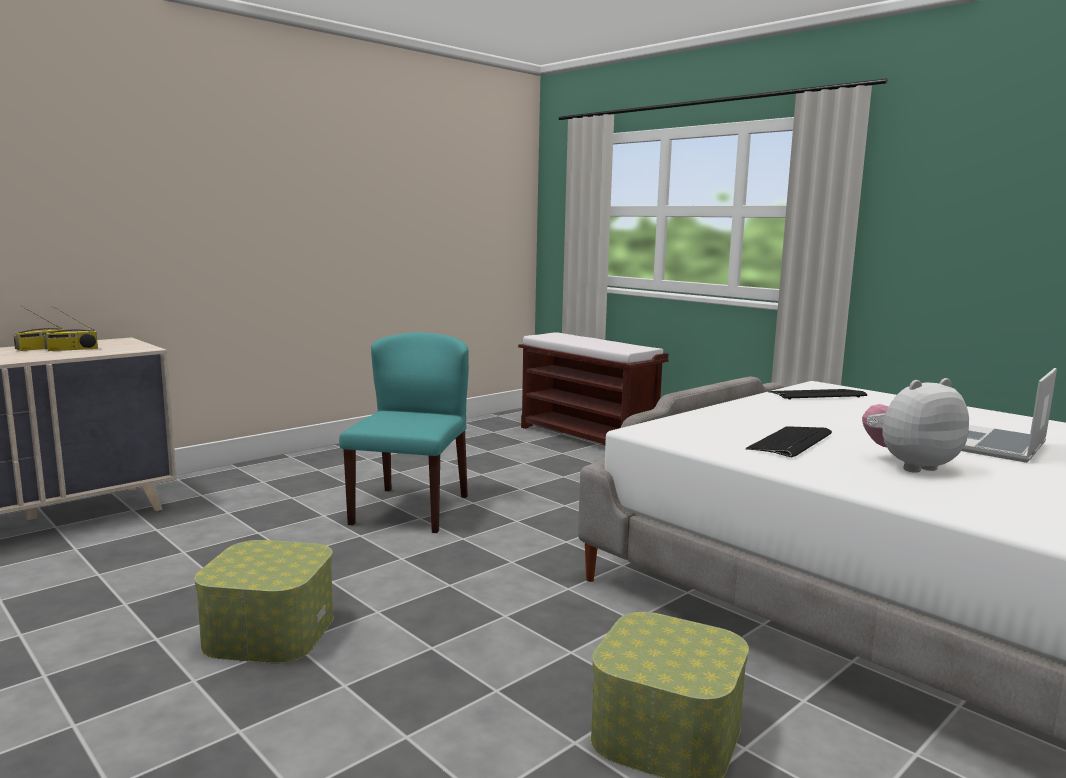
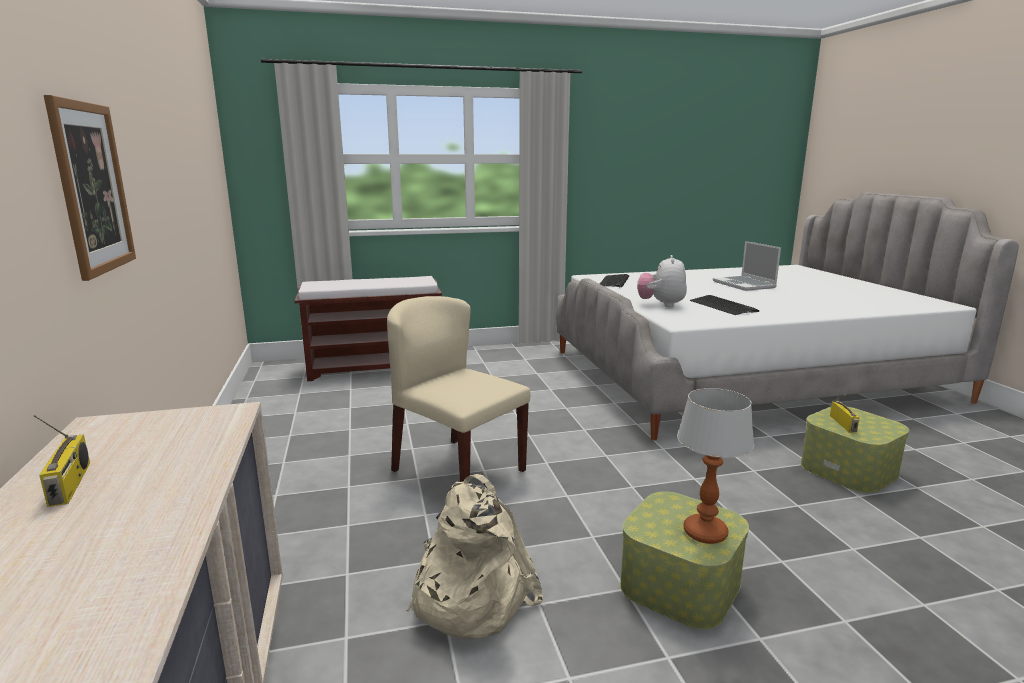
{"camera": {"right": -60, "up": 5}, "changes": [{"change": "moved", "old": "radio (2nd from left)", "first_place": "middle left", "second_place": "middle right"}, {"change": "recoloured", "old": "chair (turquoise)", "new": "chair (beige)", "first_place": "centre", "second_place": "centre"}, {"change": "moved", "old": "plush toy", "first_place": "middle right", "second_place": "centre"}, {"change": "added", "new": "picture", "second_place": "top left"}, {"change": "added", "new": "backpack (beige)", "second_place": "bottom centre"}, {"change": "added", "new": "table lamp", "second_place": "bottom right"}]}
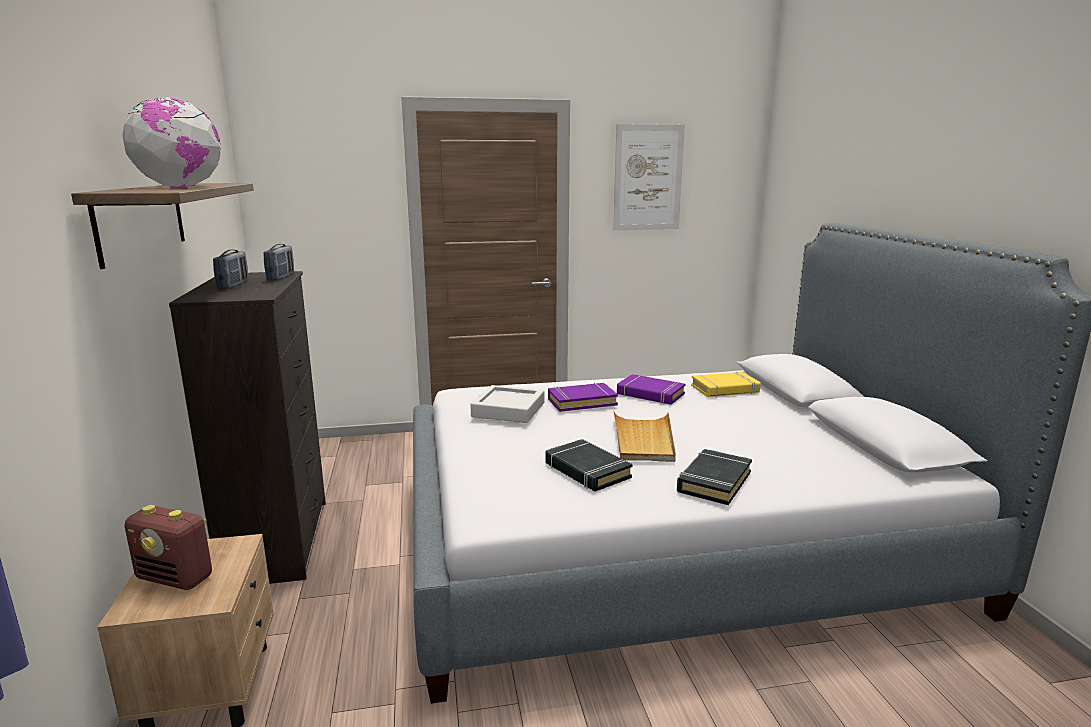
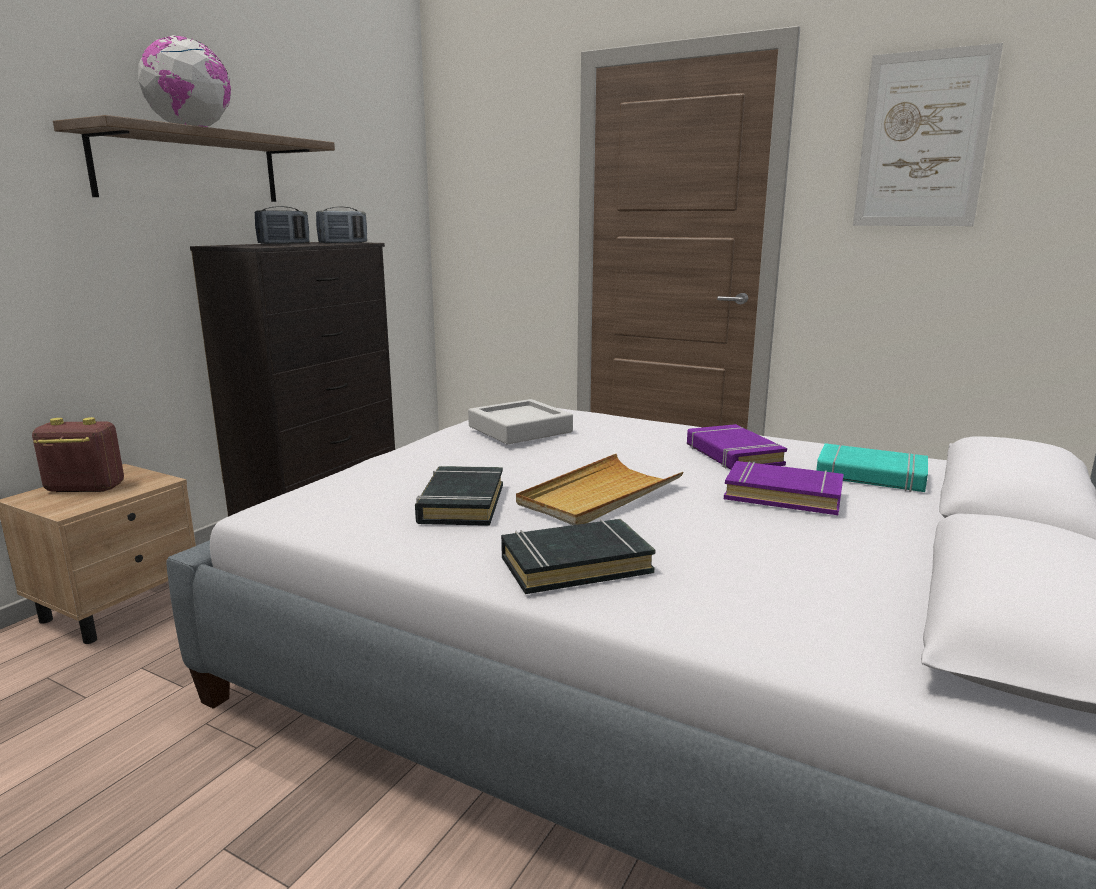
{"camera": {"right": 40, "up": 0}, "changes": [{"change": "turned", "old": "radio (1st from left)", "first_place": "bottom left", "second_place": "middle left", "degrees": 120}, {"change": "moved", "old": "book (purple) (1st from left in the first image)", "new": "book (purple) (2nd from left)", "first_place": "centre", "second_place": "middle right"}, {"change": "recoloured", "old": "book (yellow)", "new": "book (turquoise)", "first_place": "centre", "second_place": "middle right"}]}
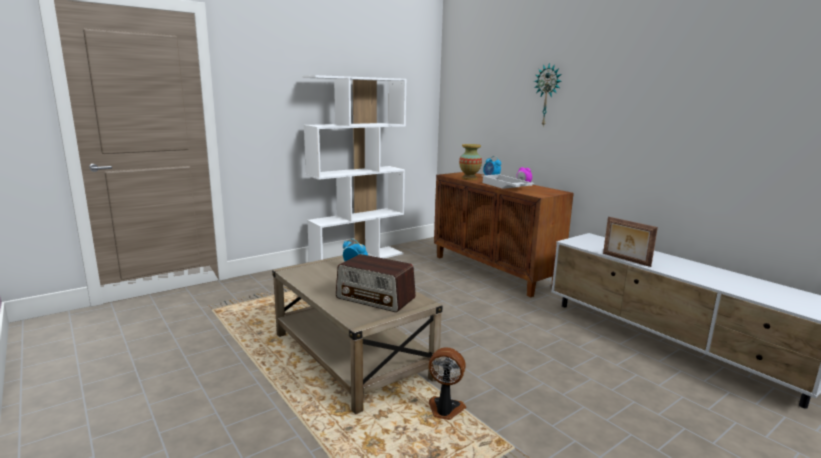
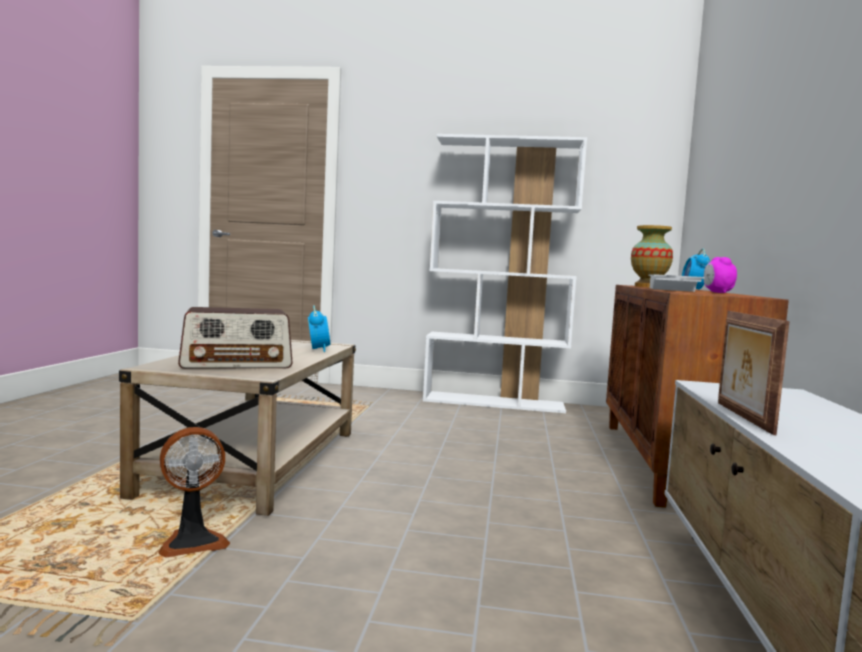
{"camera": {"right": 45, "up": -10}, "changes": [{"change": "turned", "old": "radio", "first_place": "centre", "second_place": "middle left", "degrees": -90}, {"change": "turned", "old": "fan", "first_place": "bottom centre", "second_place": "bottom left", "degrees": 90}, {"change": "removed", "old": "wall clock", "first_place": "top centre"}]}
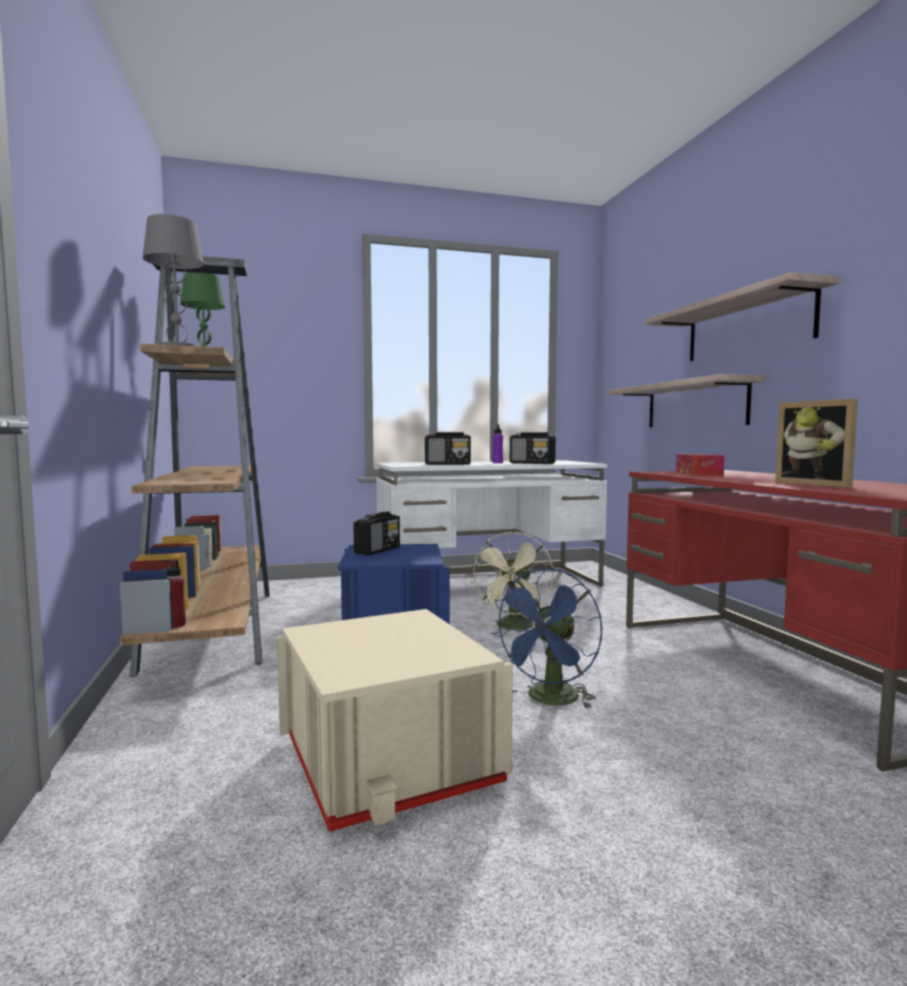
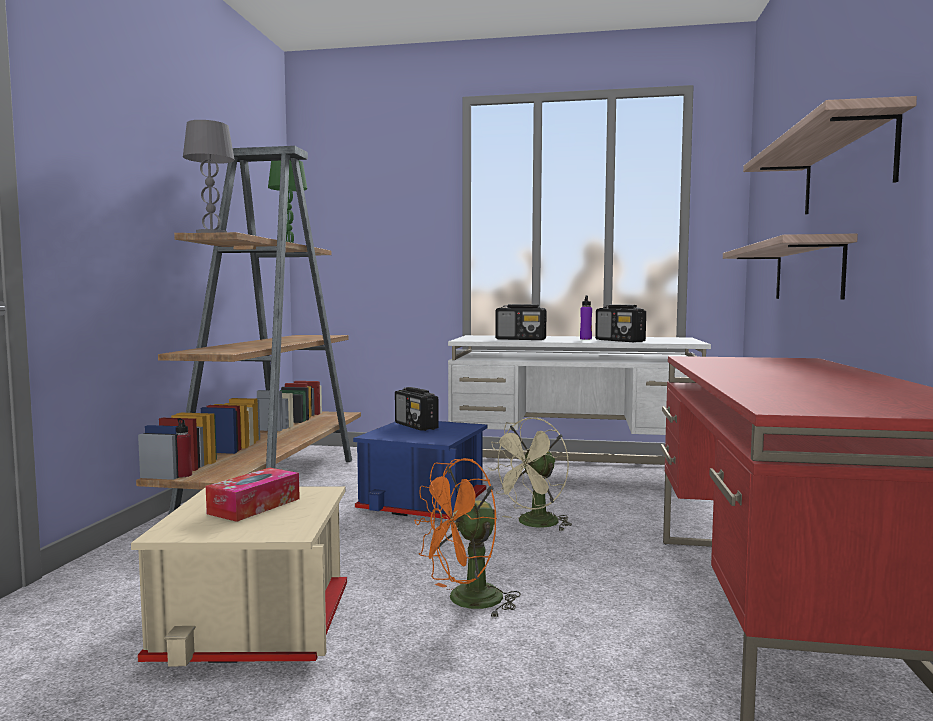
{"camera": {"right": 25, "up": 0}, "changes": [{"change": "turned", "old": "radio (1st from left)", "first_place": "centre", "second_place": "centre", "degrees": 90}, {"change": "recoloured", "old": "fan (blue)", "new": "fan (orange)", "first_place": "centre", "second_place": "bottom centre"}, {"change": "moved", "old": "tissue box", "first_place": "middle right", "second_place": "bottom left"}, {"change": "removed", "old": "picture frame", "first_place": "middle right"}]}
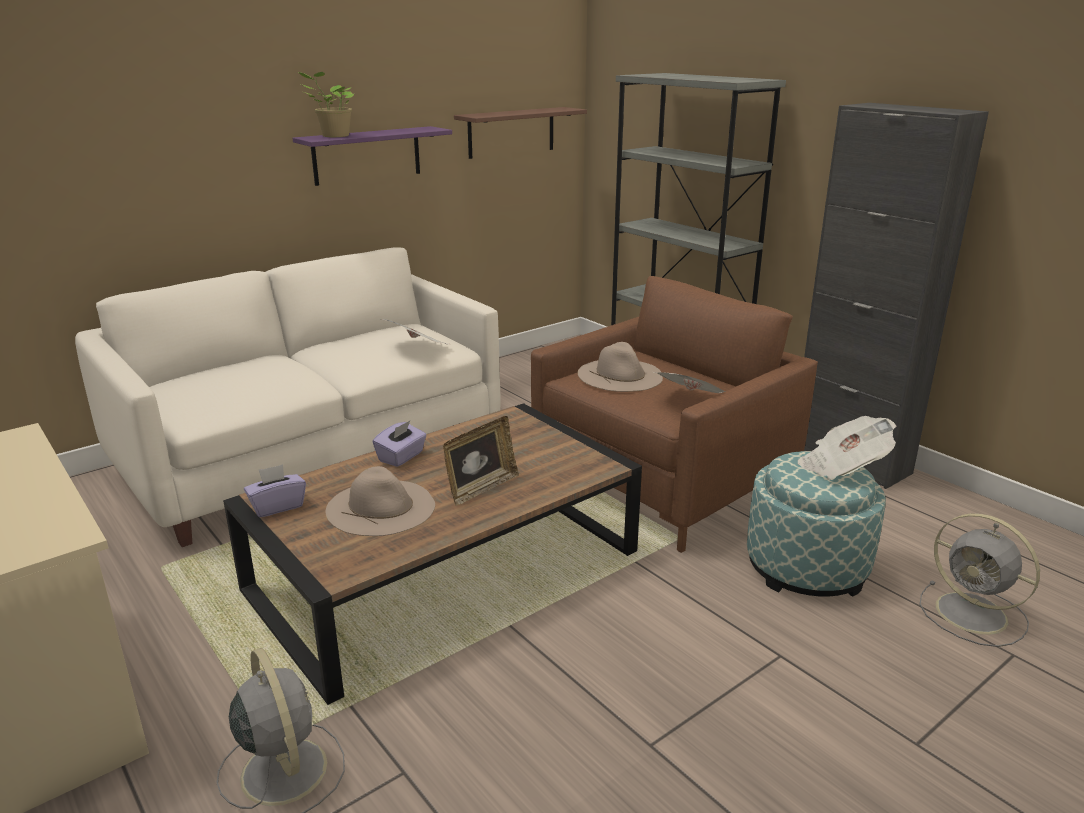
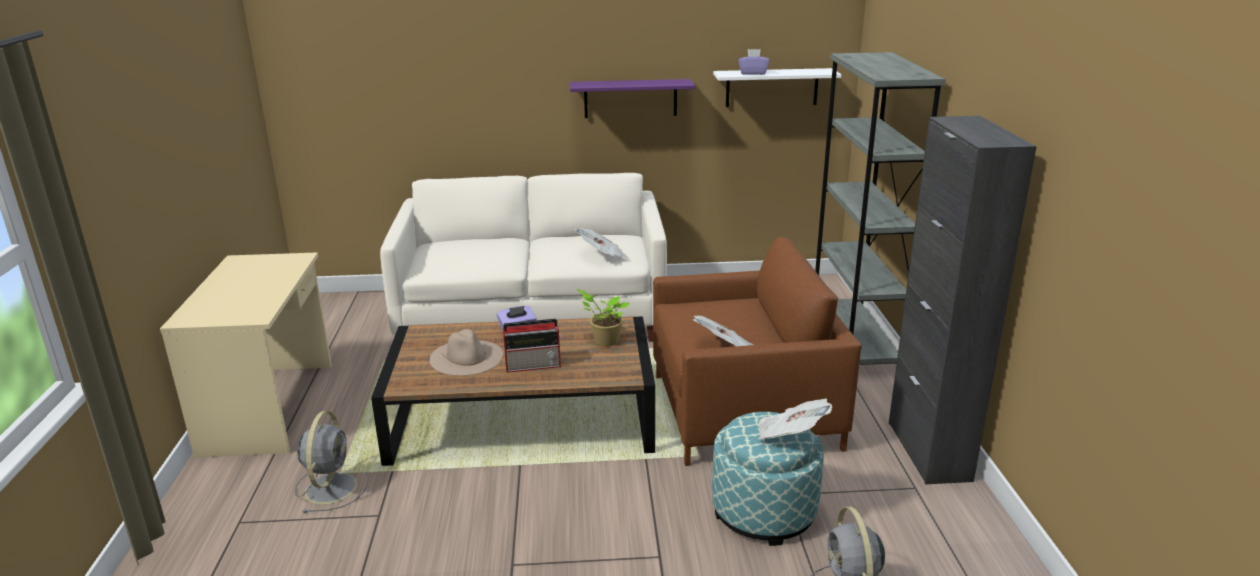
{"camera": {"right": 35, "up": 0}, "changes": [{"change": "moved", "old": "tissue box (purple) (1st from left in the first image)", "new": "tissue box (purple) (2nd from left)", "first_place": "middle left", "second_place": "top centre"}, {"change": "moved", "old": "potted plant", "first_place": "top left", "second_place": "centre"}, {"change": "replaced", "old": "picture frame", "new": "radio", "first_place": "centre", "second_place": "centre"}, {"change": "recoloured", "old": "shelf (brown)", "new": "shelf (white)", "first_place": "top centre", "second_place": "top centre"}, {"change": "removed", "old": "hat (beige) (2nd from left)", "first_place": "centre"}]}
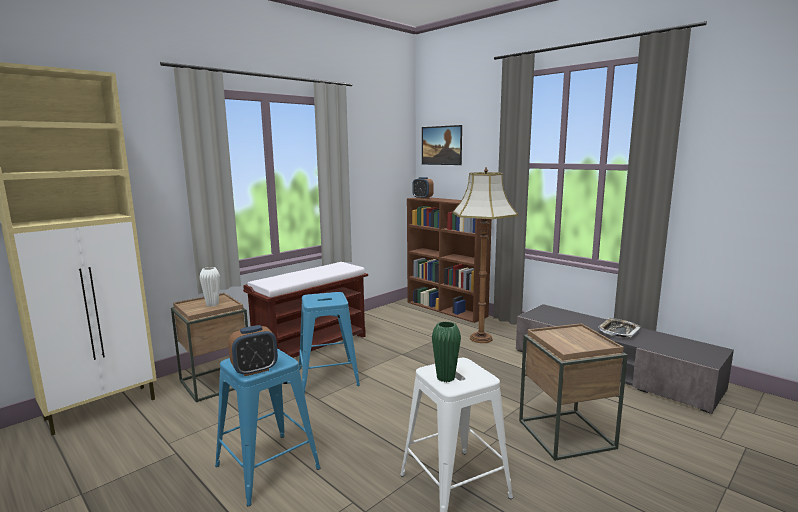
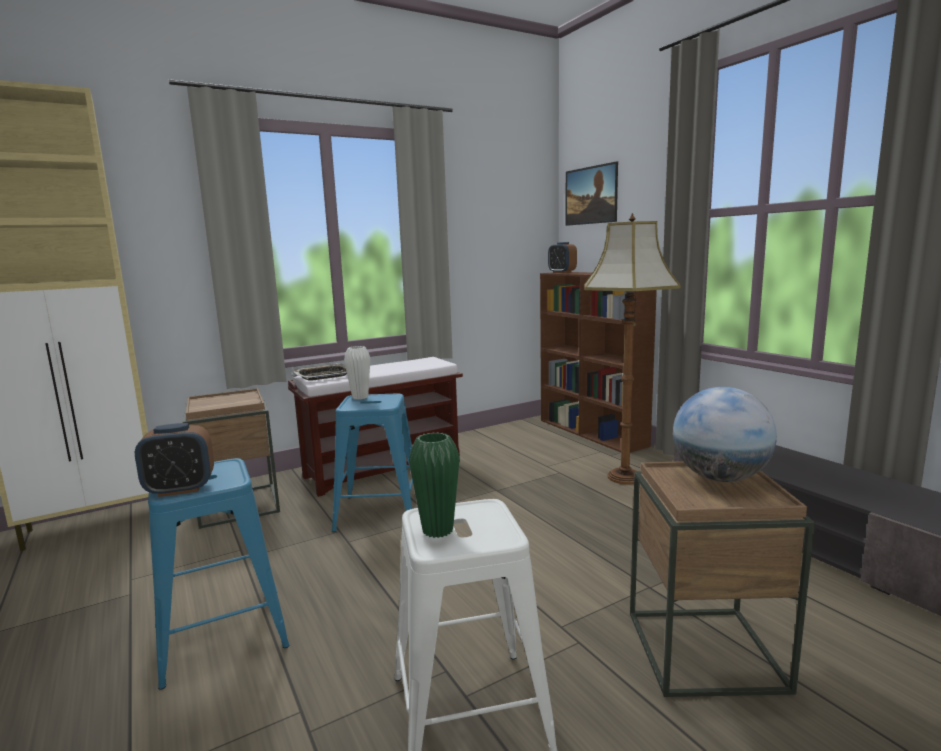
{"camera": {"right": 15, "up": 0}, "changes": [{"change": "moved", "old": "vase (white)", "first_place": "middle left", "second_place": "centre"}, {"change": "moved", "old": "tray", "first_place": "middle right", "second_place": "centre"}, {"change": "added", "new": "globe", "second_place": "middle right"}]}
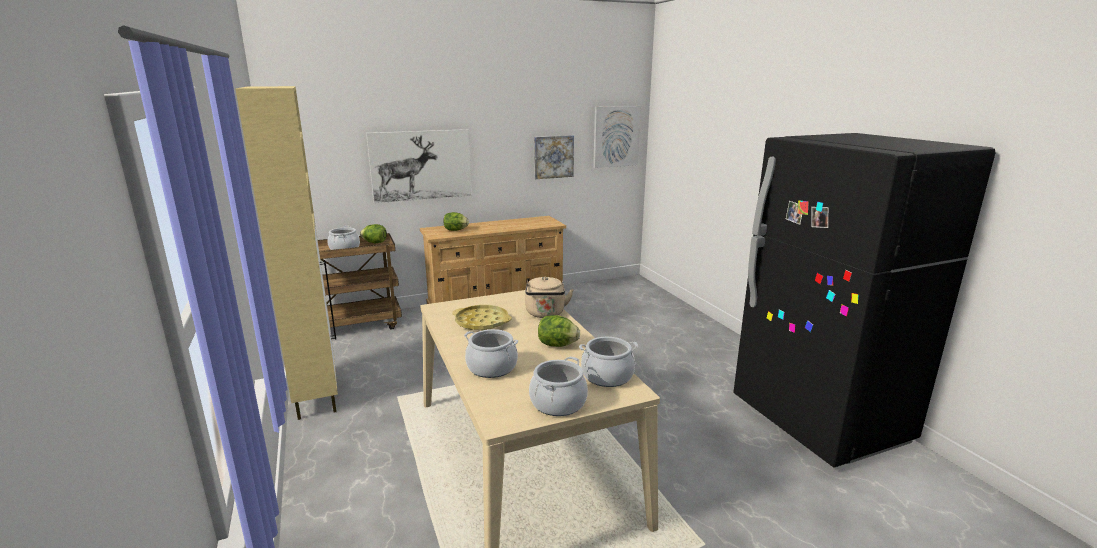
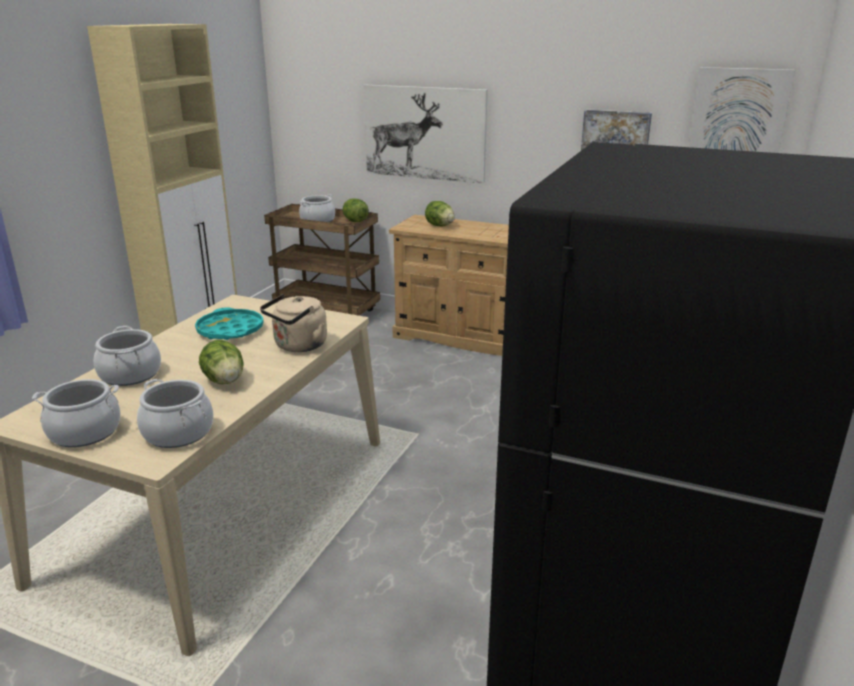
{"camera": {"right": 45, "up": 5}, "changes": [{"change": "recoloured", "old": "tray (yellow)", "new": "tray (turquoise)", "first_place": "centre", "second_place": "middle left"}]}
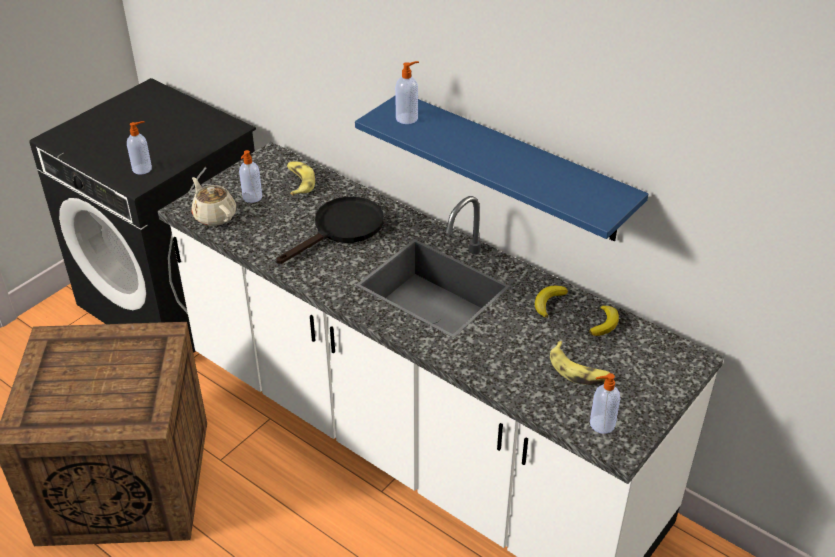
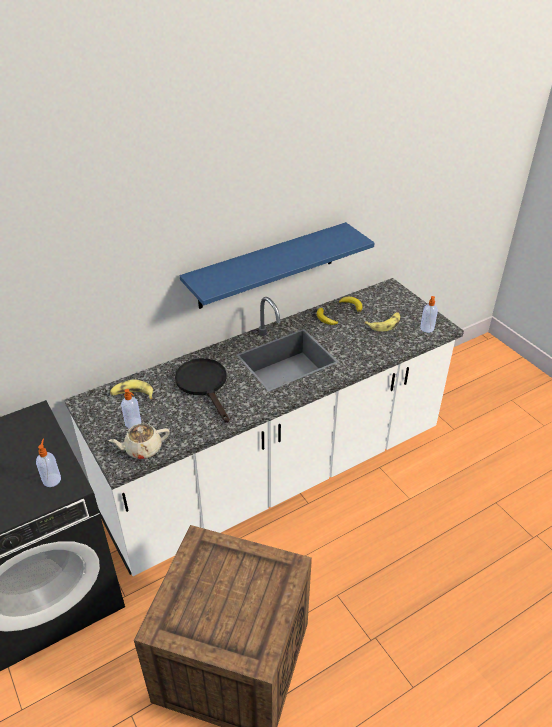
{"camera": {"right": -70, "up": 0}, "changes": [{"change": "removed", "old": "soap dispenser (3rd from left)", "first_place": "top centre"}]}
